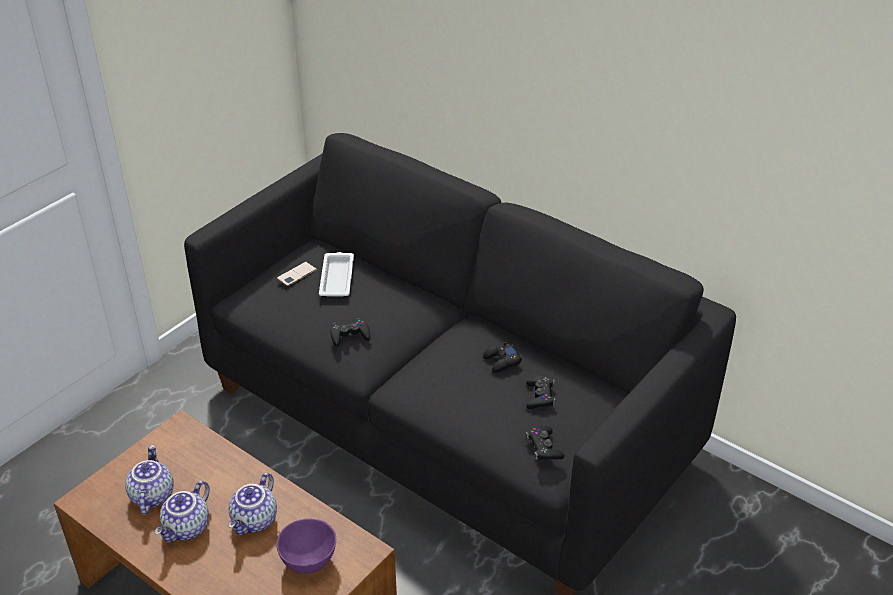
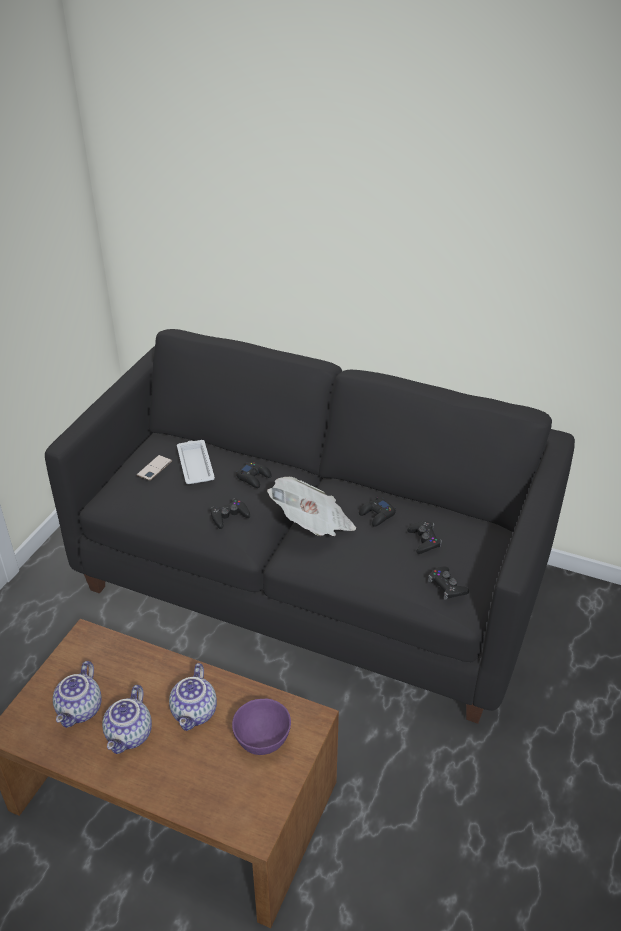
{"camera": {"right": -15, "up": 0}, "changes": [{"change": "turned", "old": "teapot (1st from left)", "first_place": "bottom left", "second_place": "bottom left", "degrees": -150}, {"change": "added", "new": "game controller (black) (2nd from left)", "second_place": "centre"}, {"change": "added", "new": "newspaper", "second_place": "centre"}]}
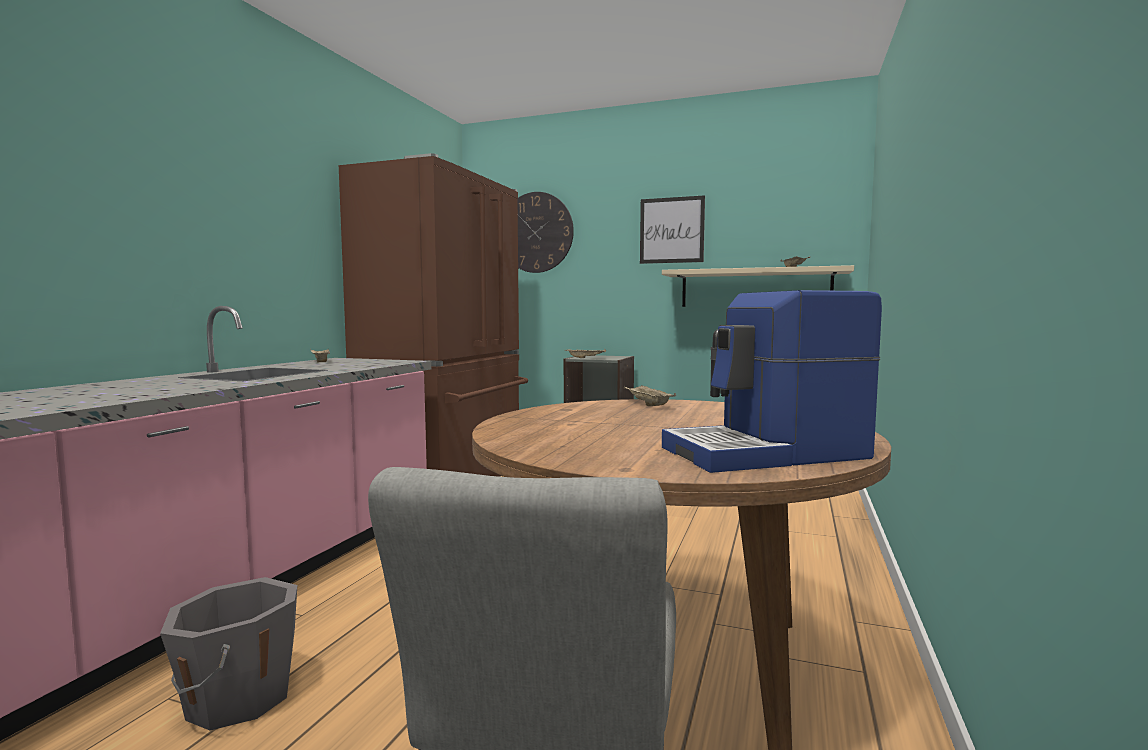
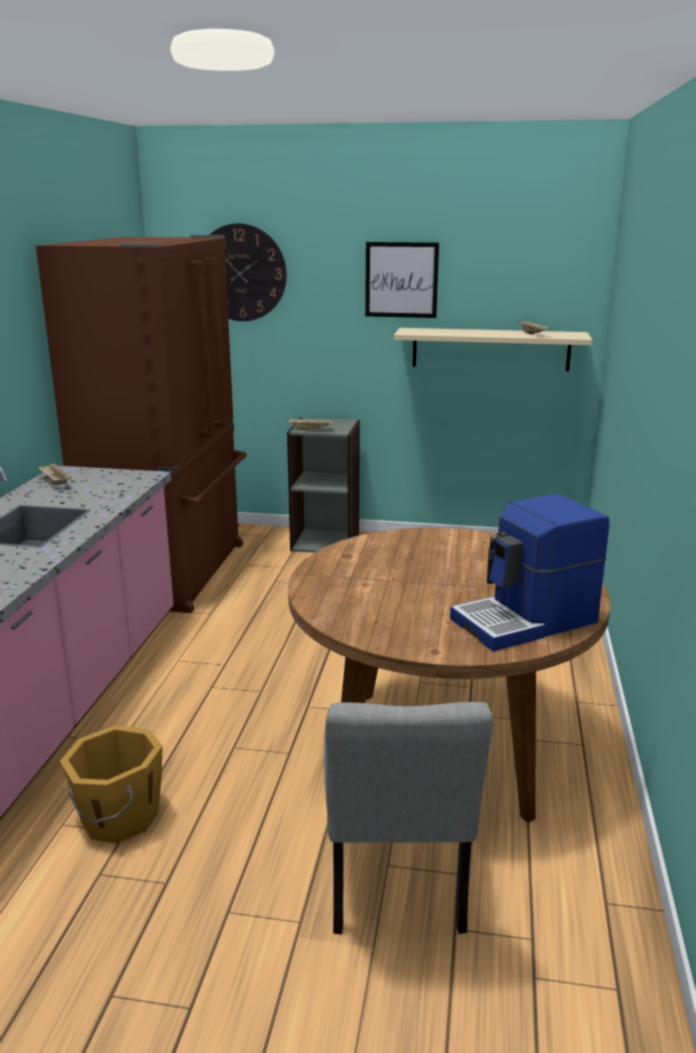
{"camera": {"right": -10, "up": 15}, "changes": [{"change": "recoloured", "old": "bucket (grey)", "new": "bucket (orange)", "first_place": "bottom left", "second_place": "bottom left"}, {"change": "removed", "old": "tray (beige) (3rd from left)", "first_place": "centre"}]}
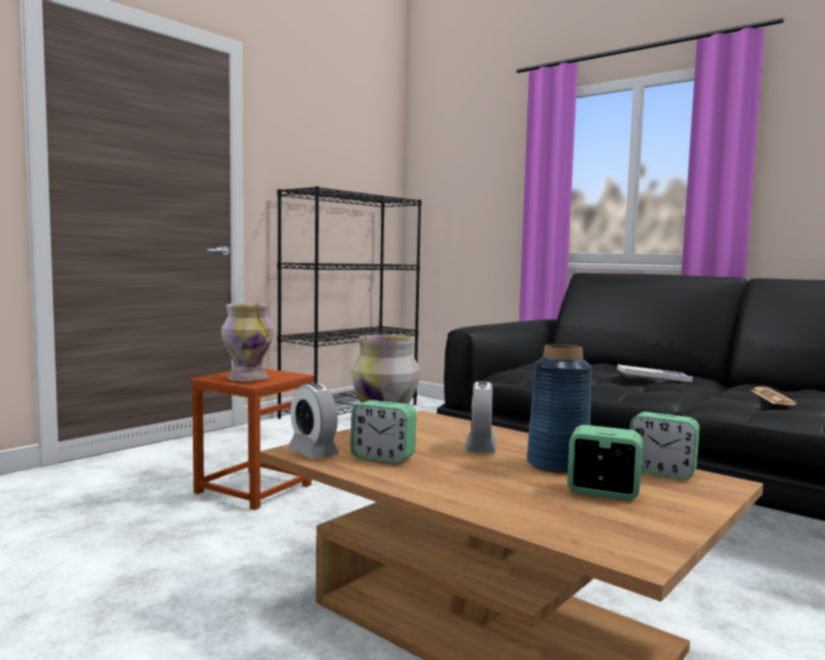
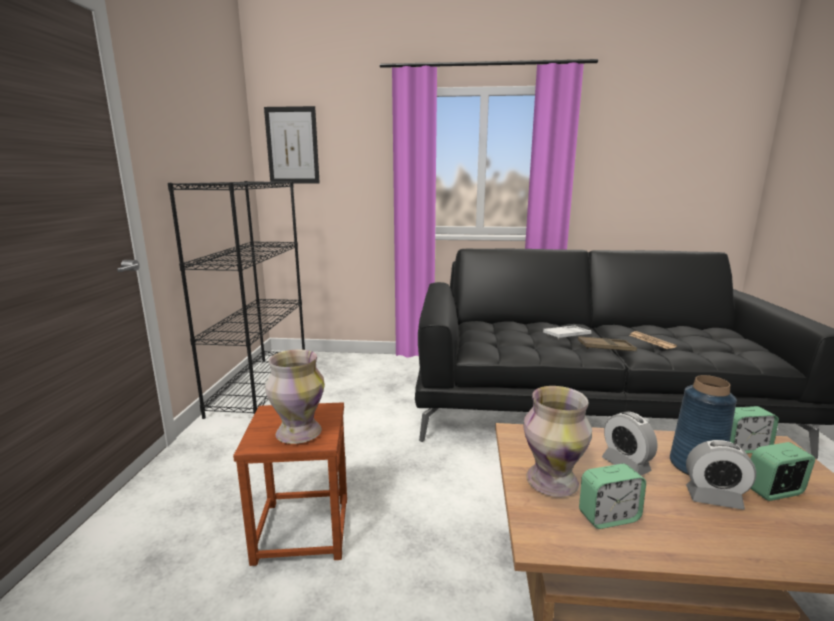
{"camera": {"right": -35, "up": 10}, "changes": [{"change": "moved", "old": "alarm clock (1st from left in the first image)", "new": "alarm clock (3rd from left)", "first_place": "centre", "second_place": "bottom right"}, {"change": "added", "new": "picture", "second_place": "top centre"}, {"change": "added", "new": "tray (brown)", "second_place": "middle right"}]}
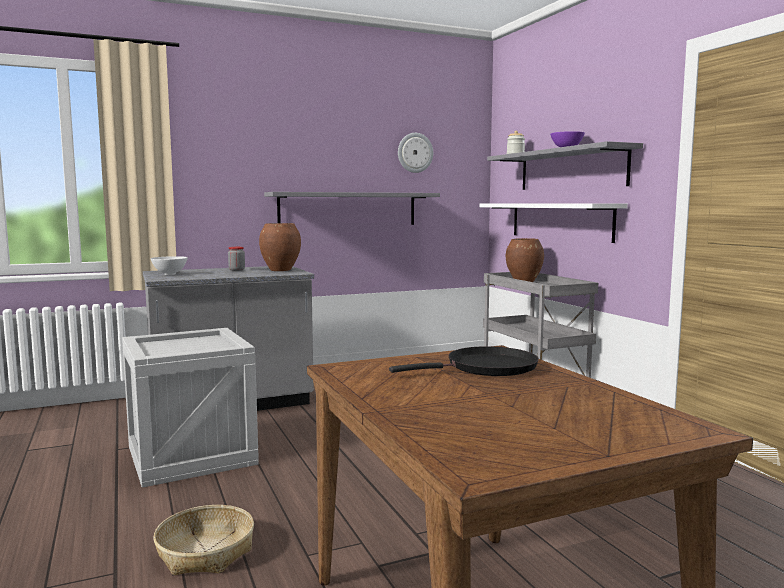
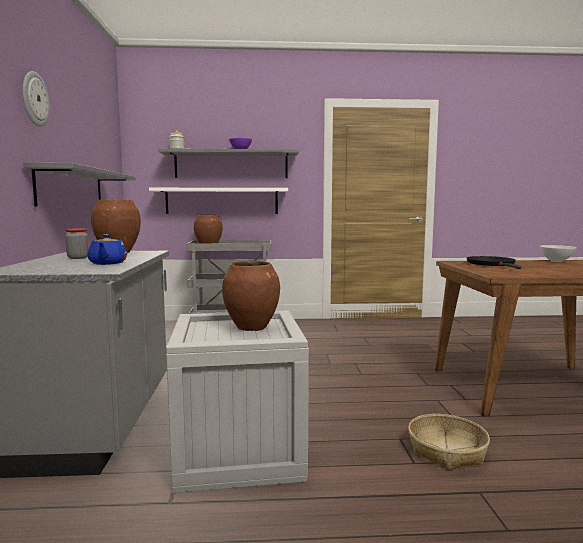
{"camera": {"right": -70, "up": 0}, "changes": [{"change": "moved", "old": "bowl (white)", "first_place": "middle left", "second_place": "middle right"}, {"change": "moved", "old": "wall clock", "first_place": "top centre", "second_place": "top left"}, {"change": "added", "new": "teapot (blue)", "second_place": "middle left"}, {"change": "added", "new": "vase (brown) (3rd from left)", "second_place": "centre"}]}
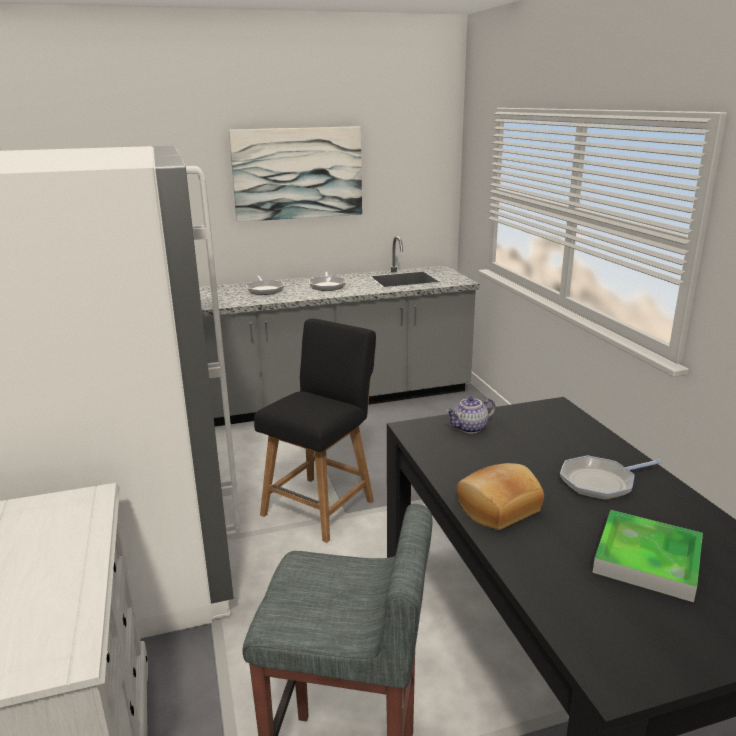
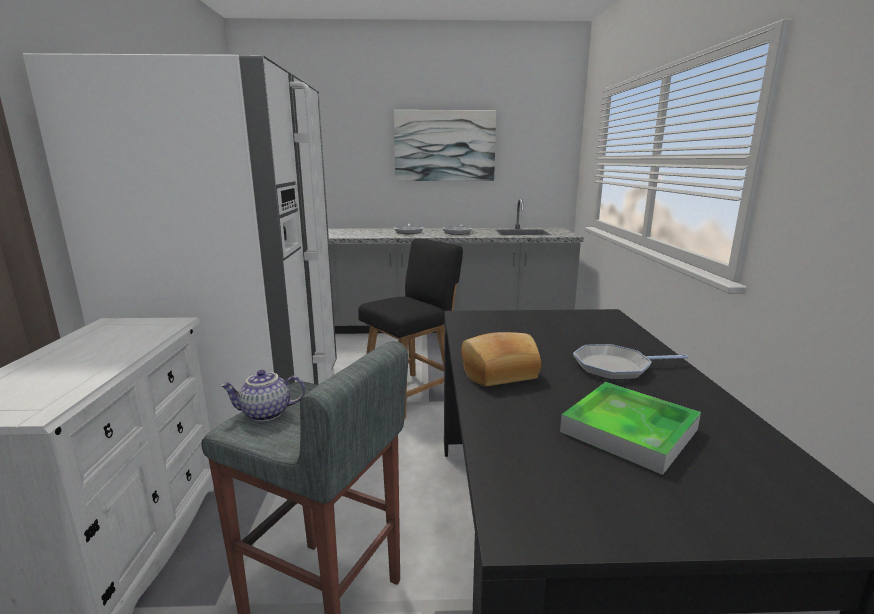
{"camera": {"right": 15, "up": -5}, "changes": [{"change": "moved", "old": "teapot", "first_place": "centre", "second_place": "middle left"}]}
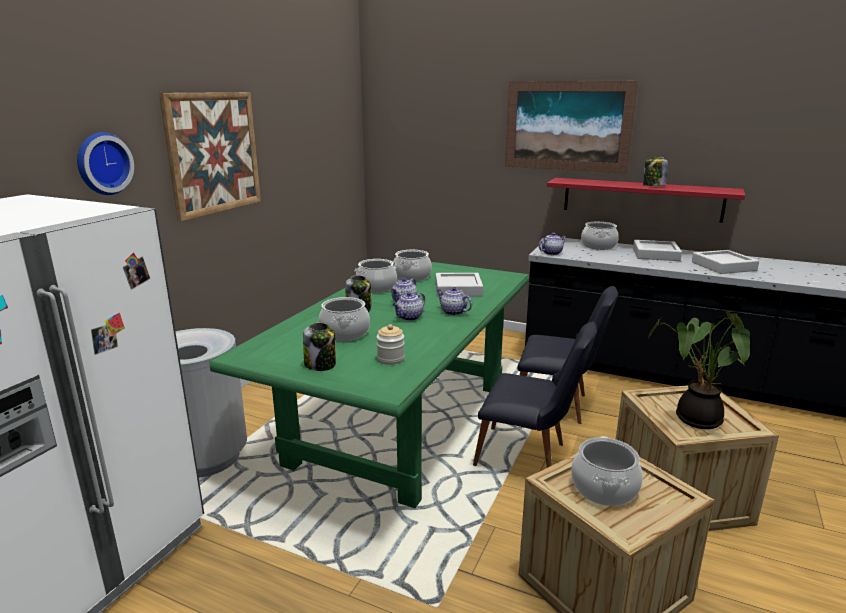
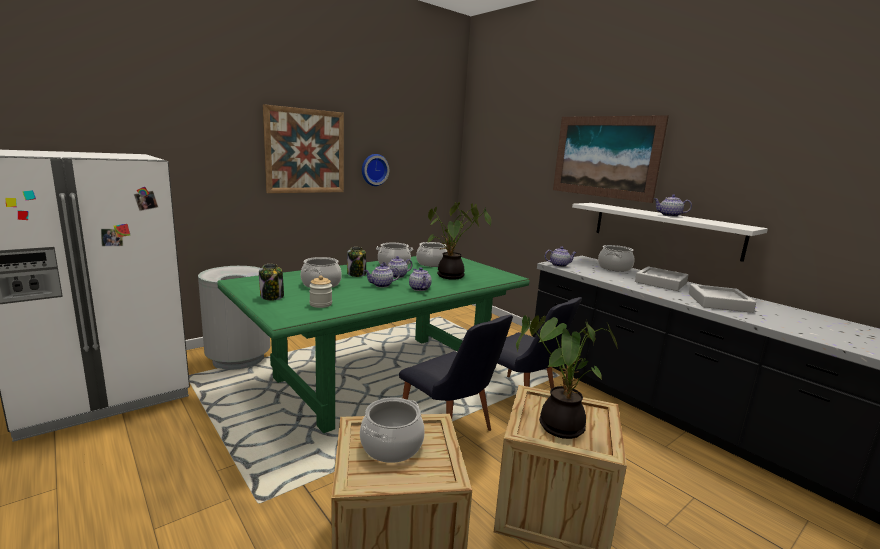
{"camera": {"right": 25, "up": -5}, "changes": [{"change": "moved", "old": "wall clock", "first_place": "top left", "second_place": "top centre"}, {"change": "replaced", "old": "tray (grey) (1st from left)", "new": "potted plant (1st from left)", "first_place": "centre", "second_place": "centre"}, {"change": "recoloured", "old": "shelf (red)", "new": "shelf (white)", "first_place": "top right", "second_place": "middle right"}, {"change": "replaced", "old": "jar (4th from left)", "new": "teapot (5th from left)", "first_place": "top right", "second_place": "middle right"}]}
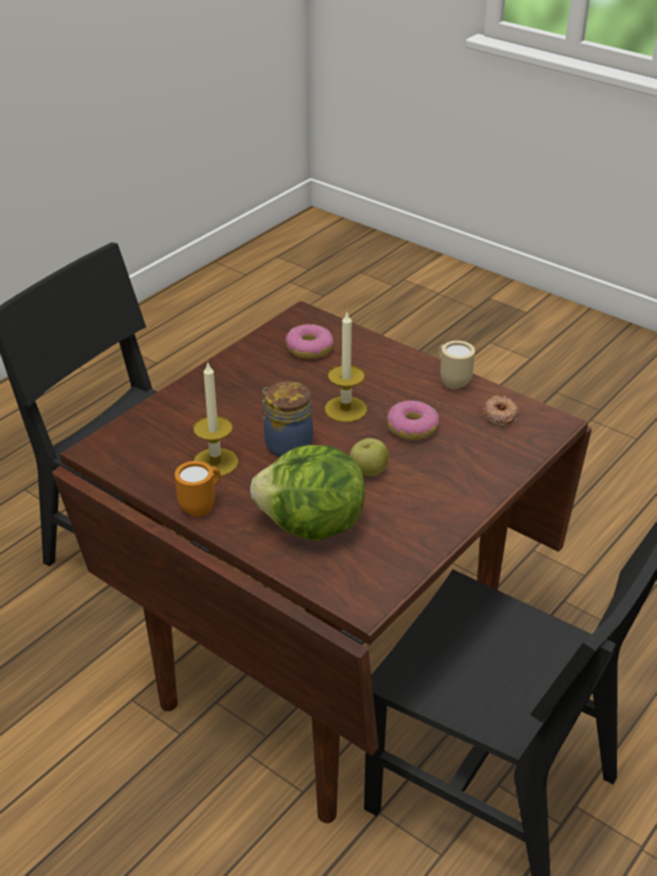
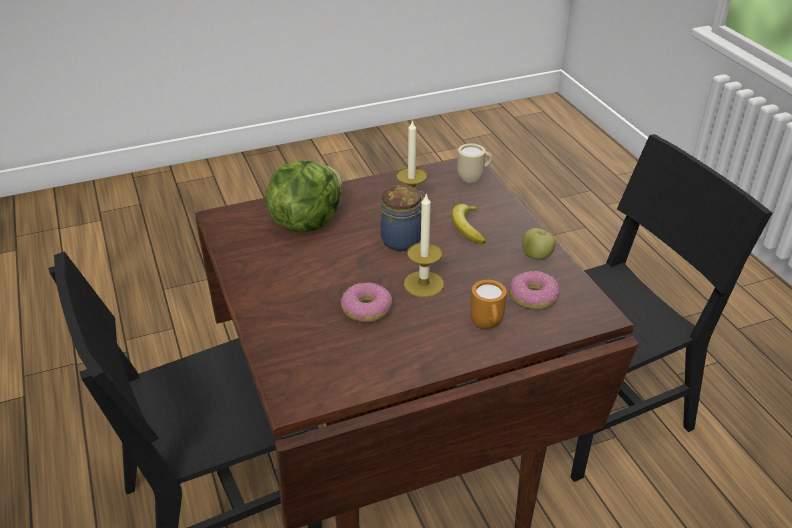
{"camera": {"right": 120, "up": 0}, "changes": [{"change": "moved", "old": "mug (orange)", "first_place": "middle left", "second_place": "centre"}, {"change": "moved", "old": "apple", "first_place": "centre", "second_place": "middle right"}, {"change": "moved", "old": "mug (beige)", "first_place": "middle right", "second_place": "top centre"}, {"change": "removed", "old": "donut (3rd from left)", "first_place": "middle right"}, {"change": "added", "new": "banana", "second_place": "centre"}]}
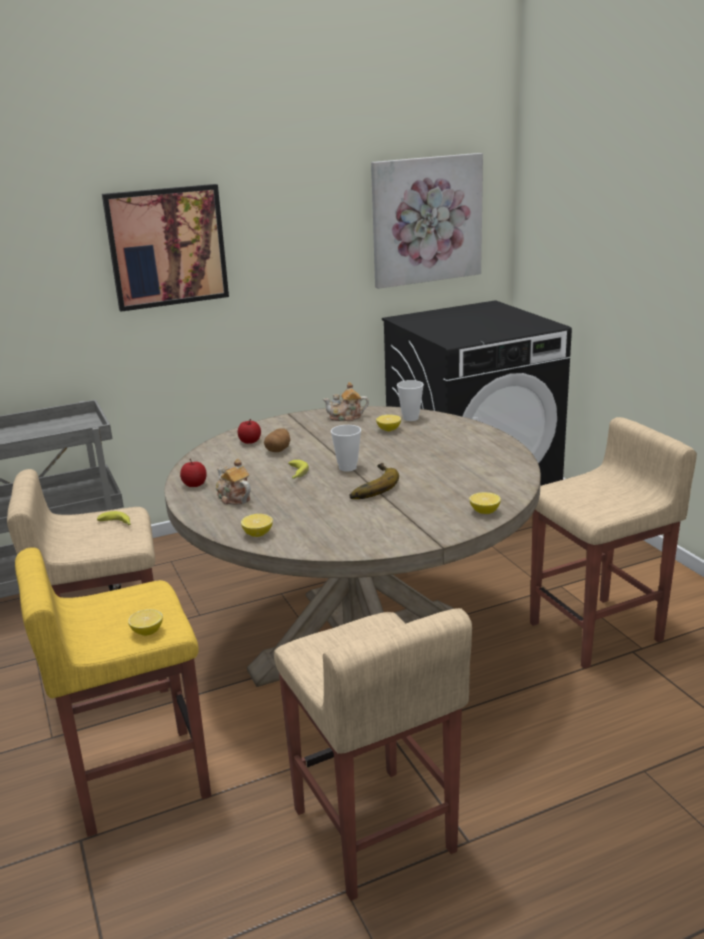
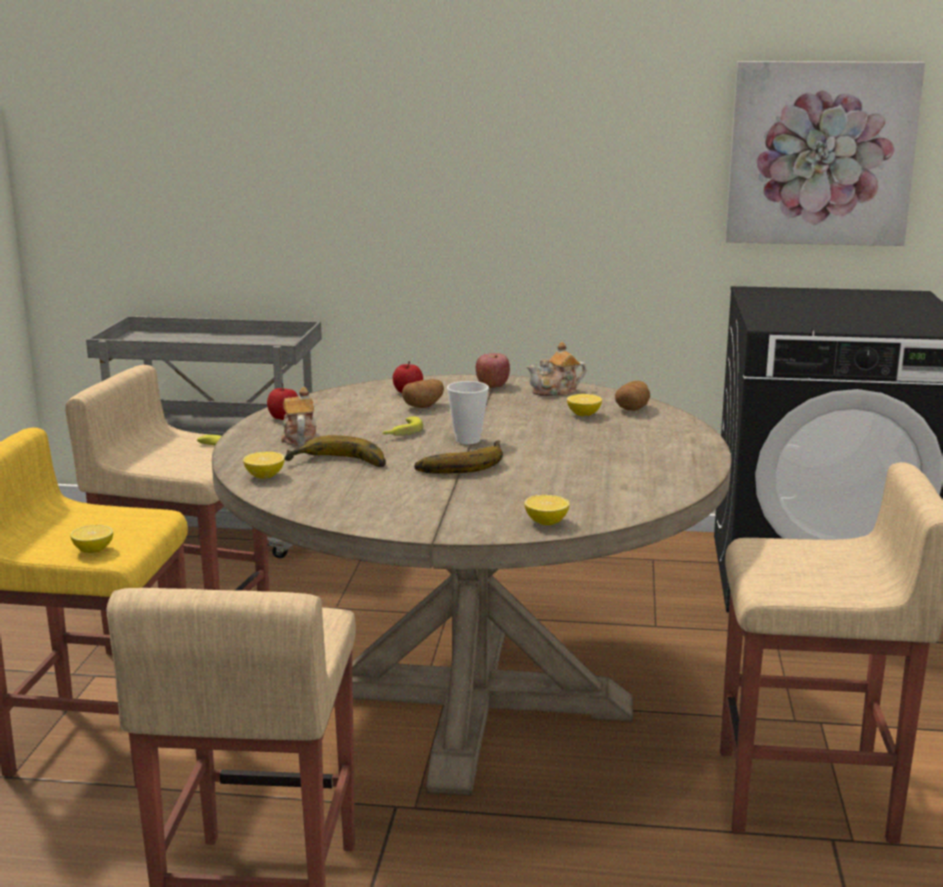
{"camera": {"right": 30, "up": -5}, "changes": [{"change": "removed", "old": "picture (1st from left)", "first_place": "top left"}, {"change": "turned", "old": "teapot (2nd from left)", "first_place": "centre", "second_place": "centre", "degrees": -45}, {"change": "replaced", "old": "cup (2nd from left)", "new": "potato (2nd from left)", "first_place": "centre", "second_place": "middle right"}, {"change": "added", "new": "banana (2nd from left)", "second_place": "centre"}, {"change": "added", "new": "apple (3rd from left)", "second_place": "centre"}]}
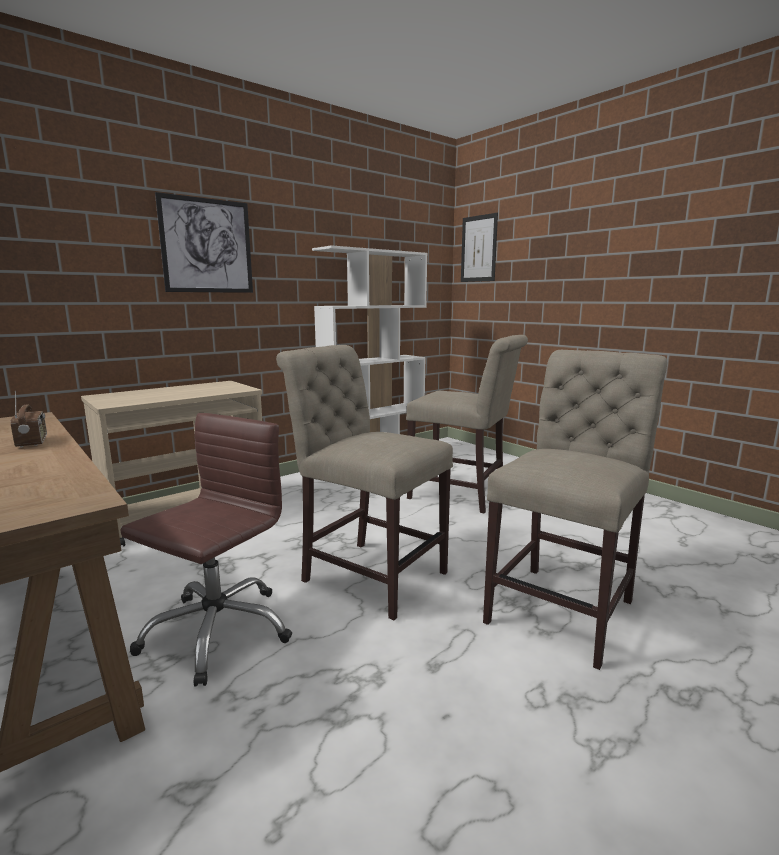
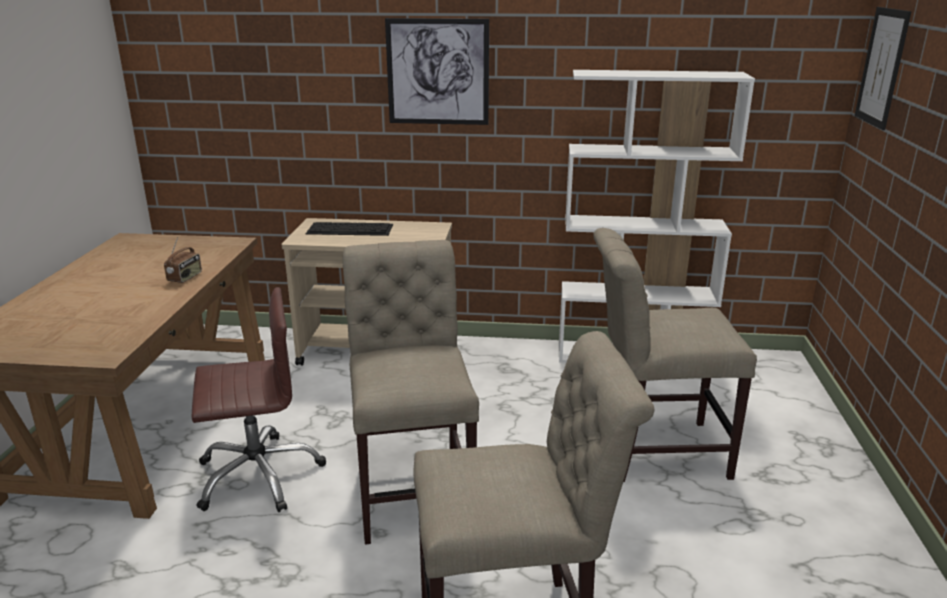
{"camera": {"right": 45, "up": 10}, "changes": [{"change": "turned", "old": "chair (beige) (2nd from left in the first image)", "first_place": "centre", "second_place": "middle right", "degrees": 105}, {"change": "added", "new": "keyboard", "second_place": "centre"}]}
